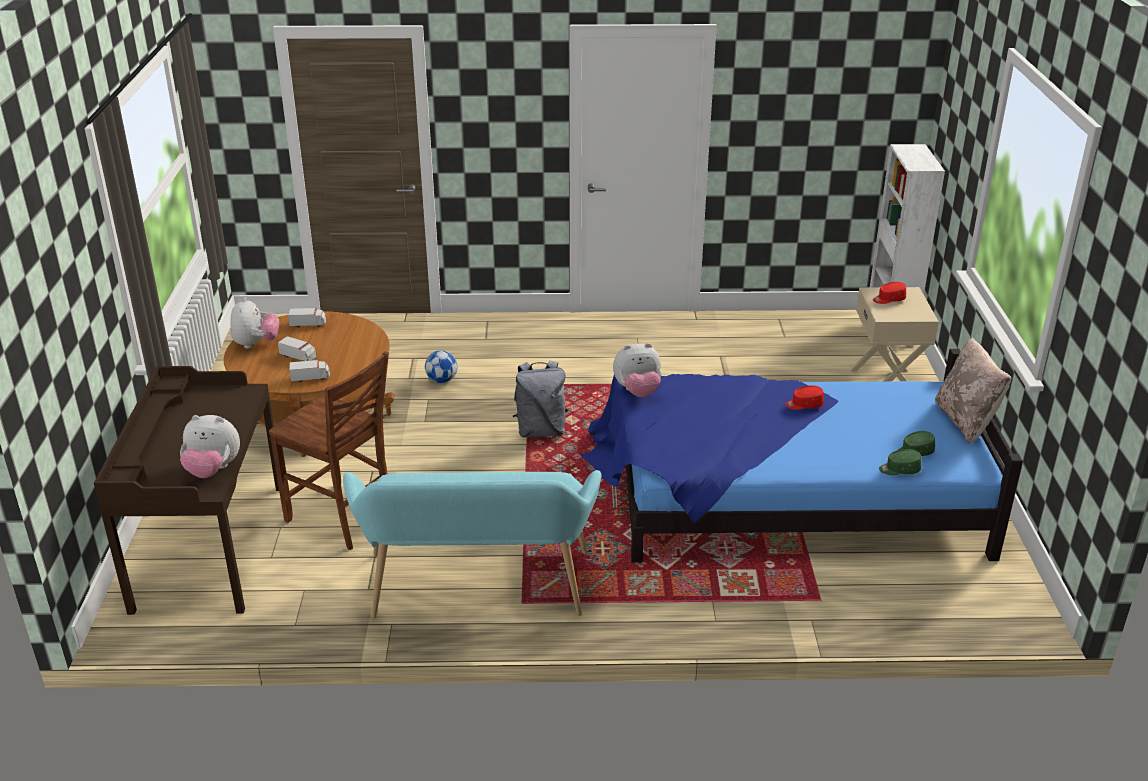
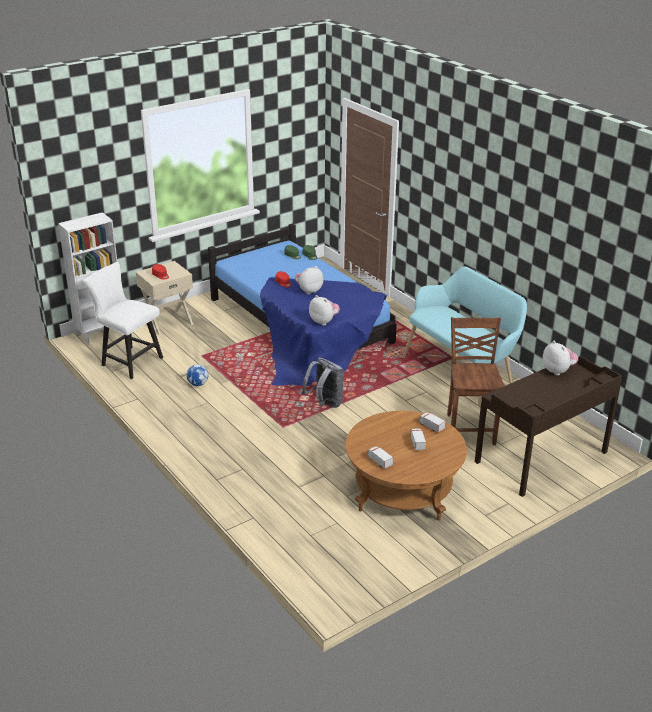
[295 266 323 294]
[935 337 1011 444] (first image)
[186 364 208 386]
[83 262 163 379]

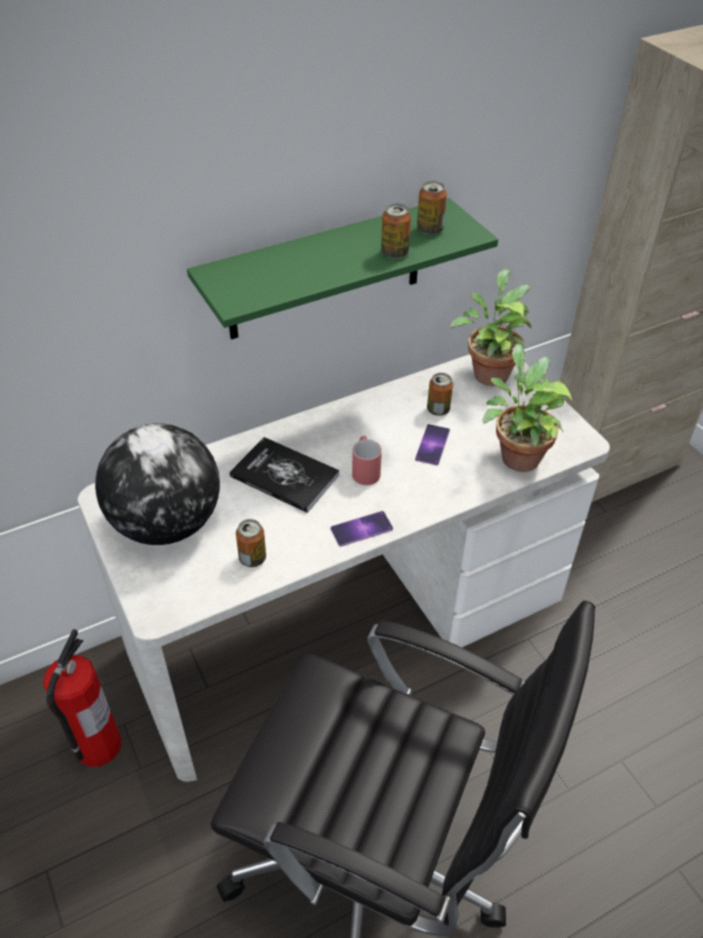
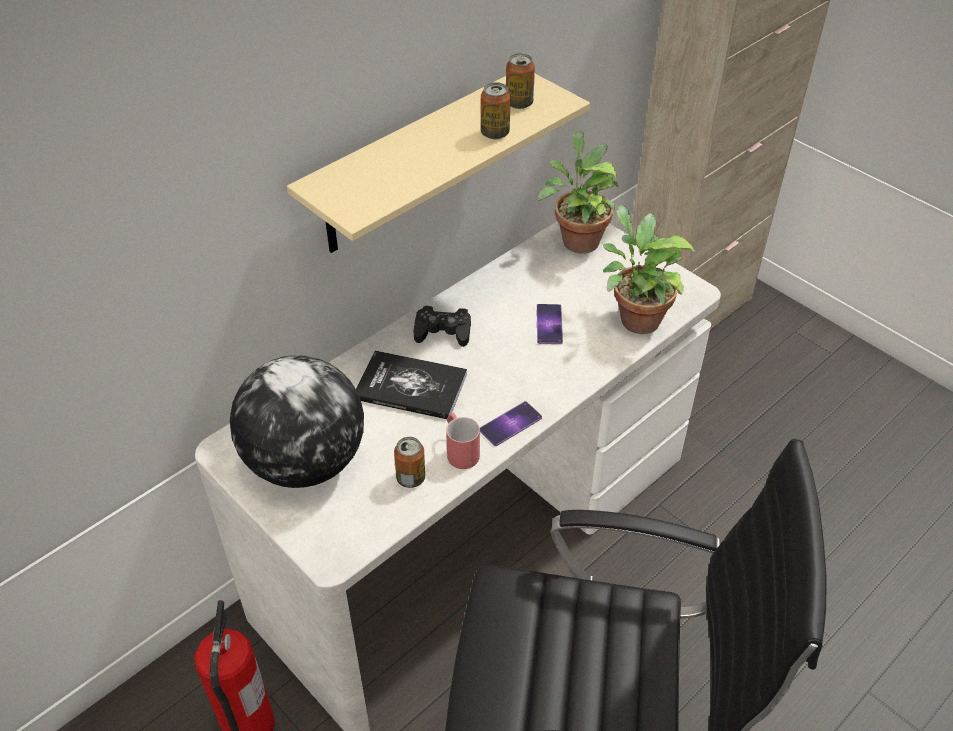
[287 74 590 253]
[427 373 453 416] (first image)
[446 413 480 469]
[413 306 471 347]

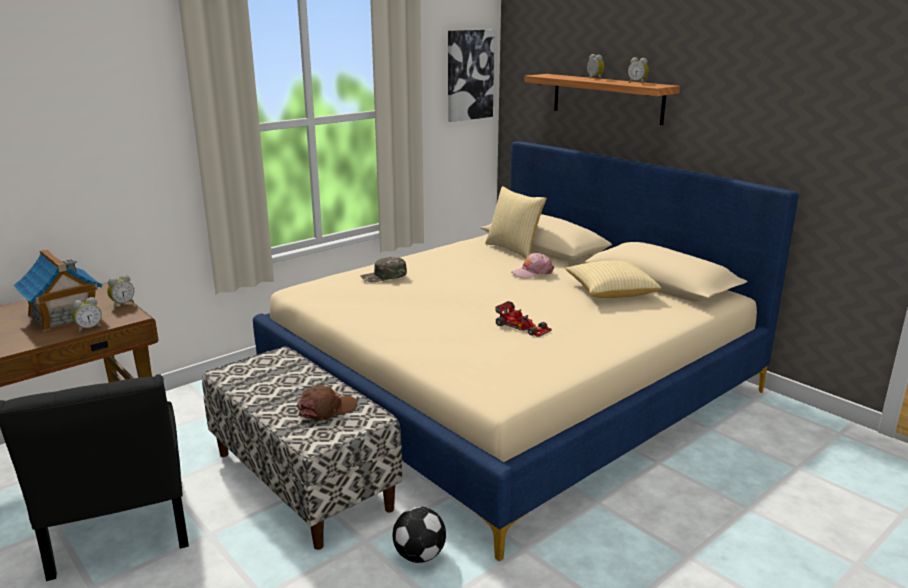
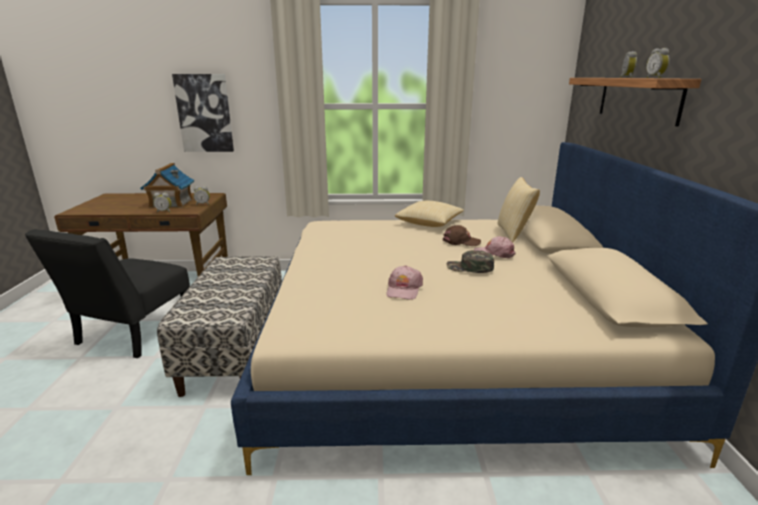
[172 74 234 152]
[447 250 494 273]
[395 201 464 227]
[386 265 423 300]
[443 225 481 246]
[393 506 446 563] (first image)

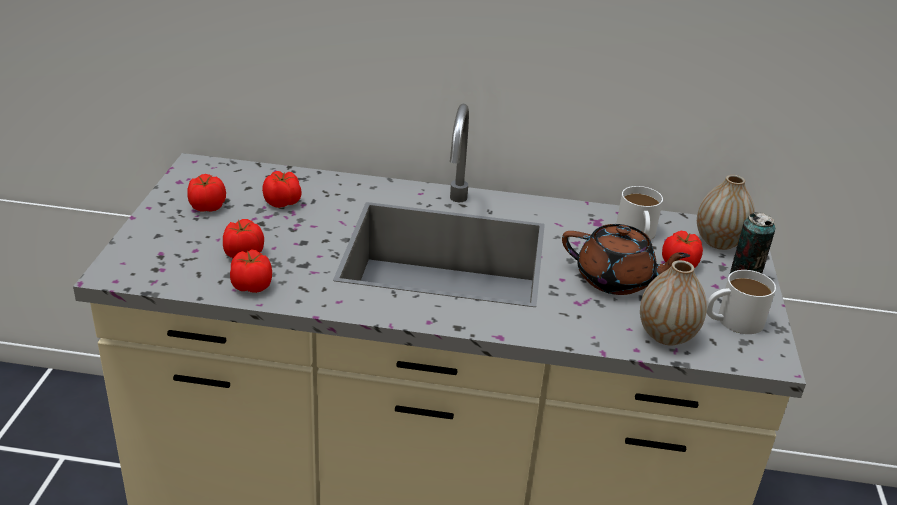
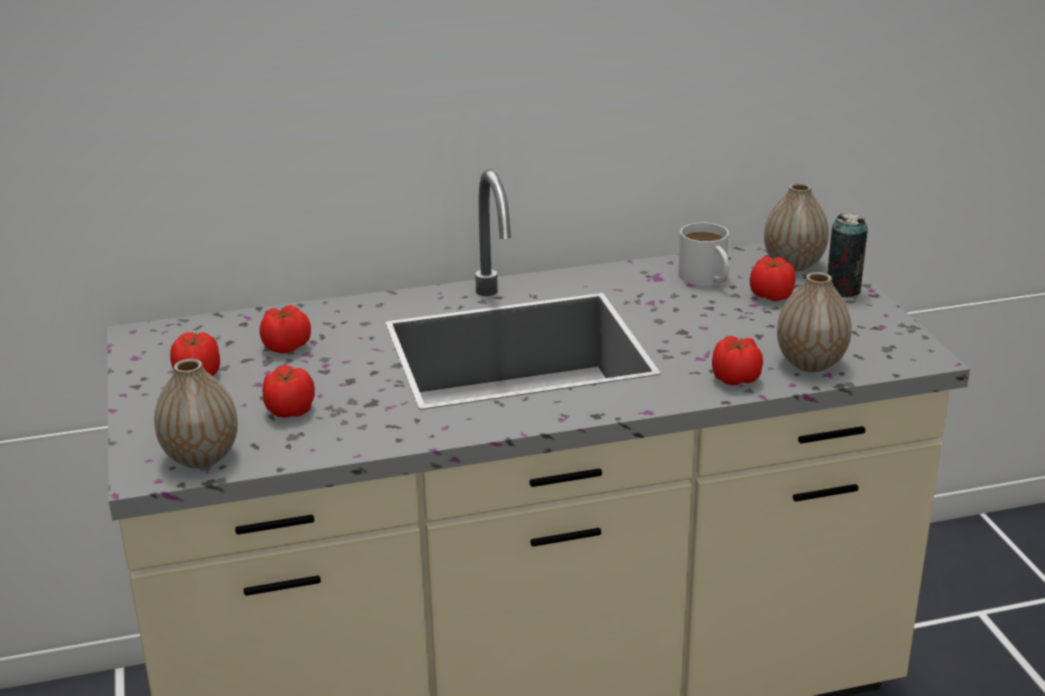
[562 224 690 295] (first image)
[712 336 763 385]
[706 270 776 334] (first image)
[154 359 238 469]

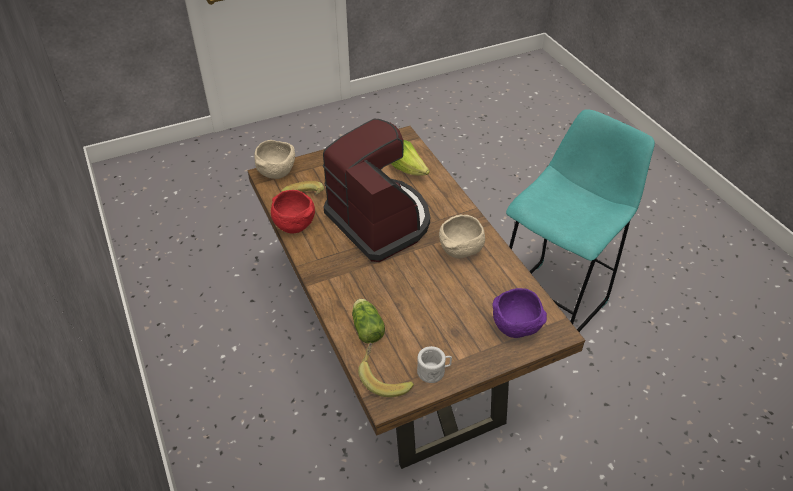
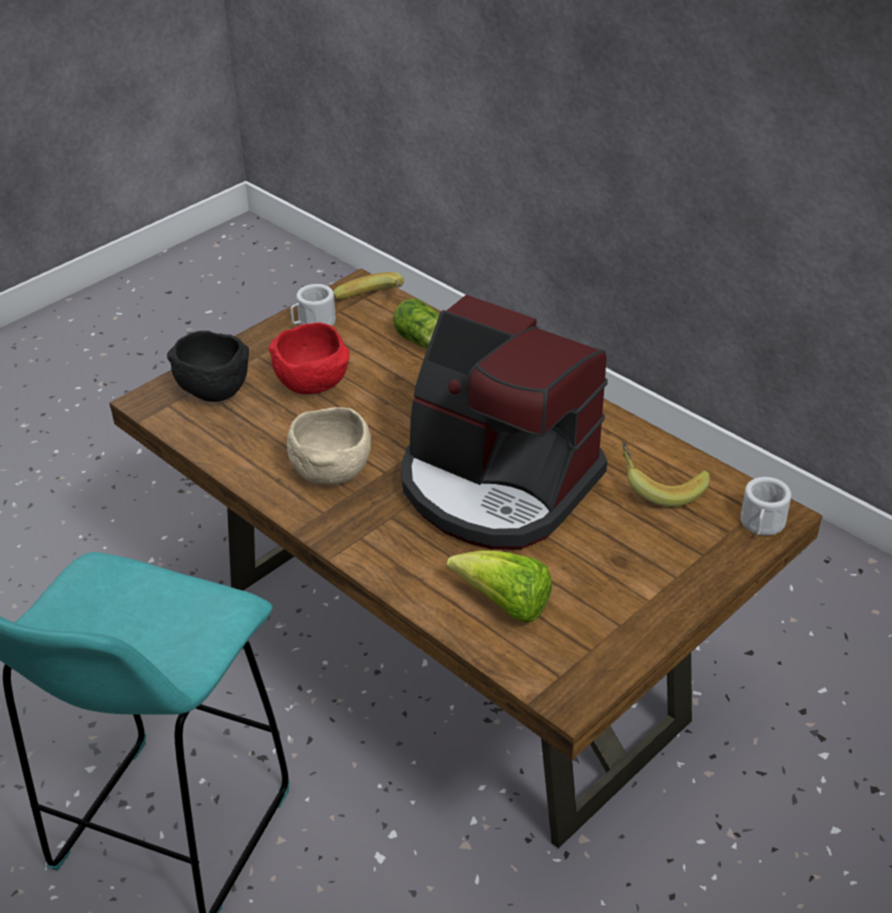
[741 477 791 536]
[269 322 349 394]
[167 331 249 402]

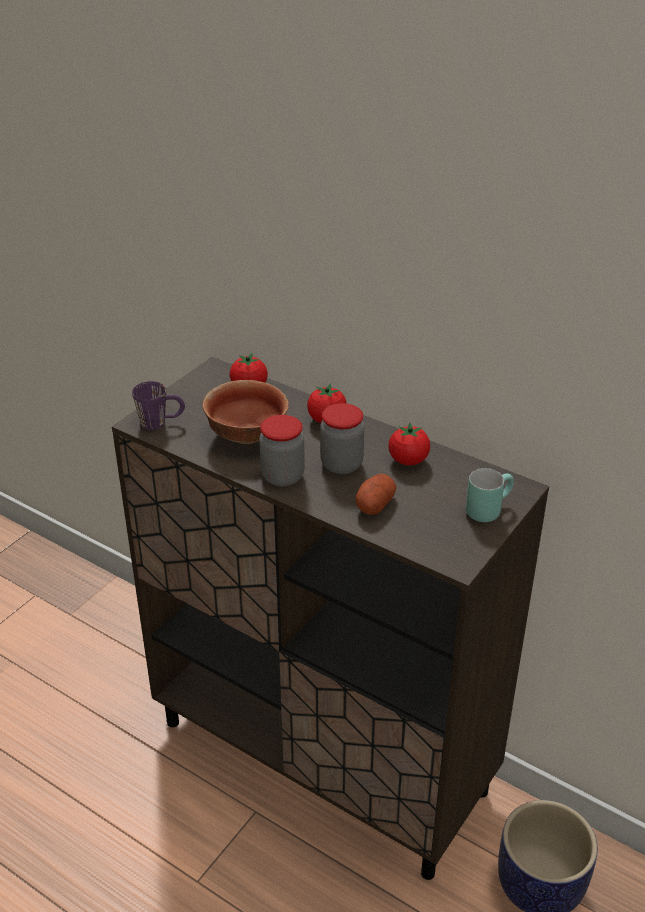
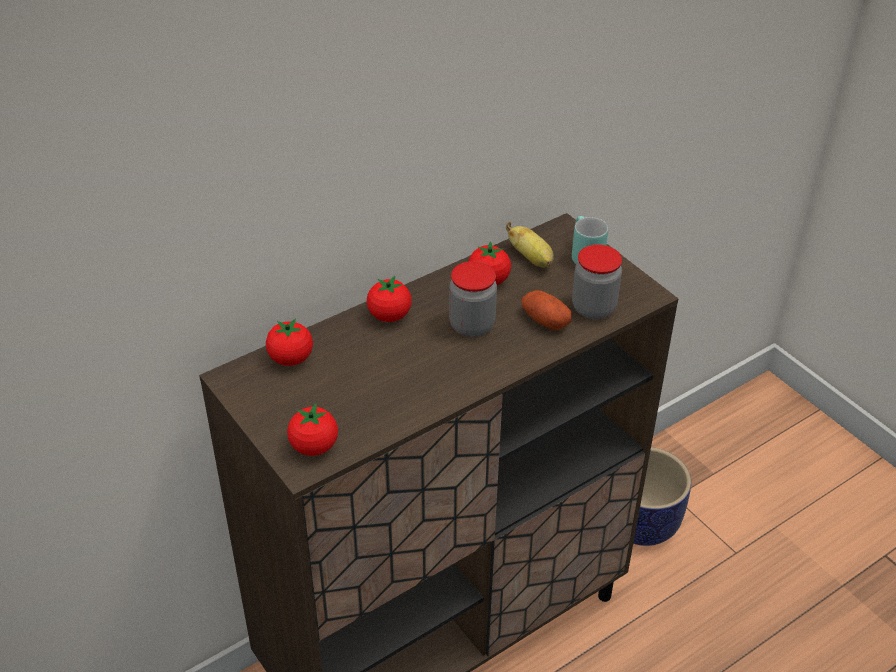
[203 380 289 444] (first image)
[287 403 338 456]
[572 244 622 319]
[506 222 554 267]

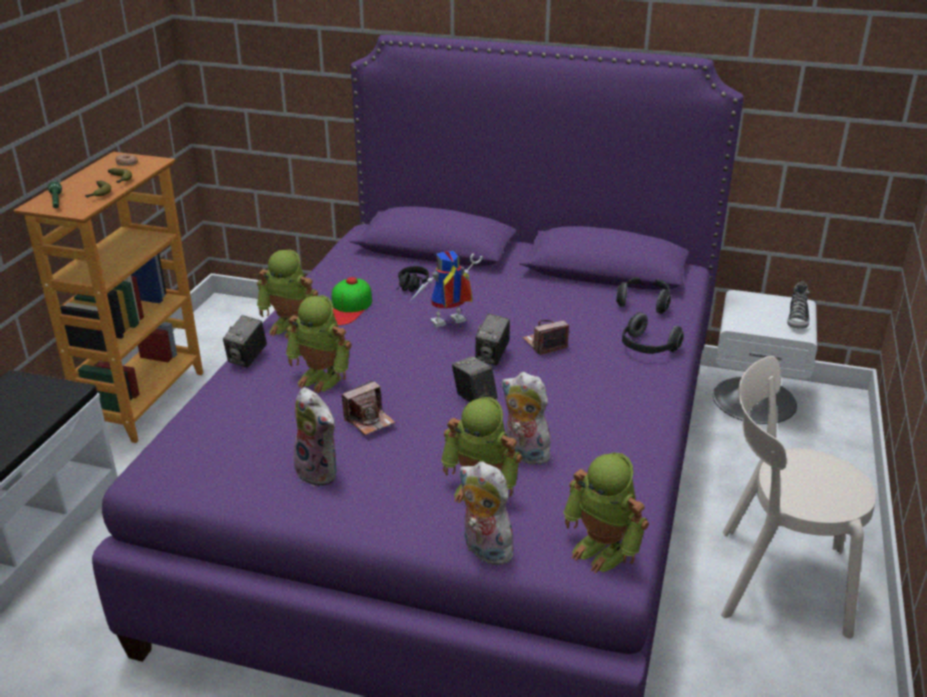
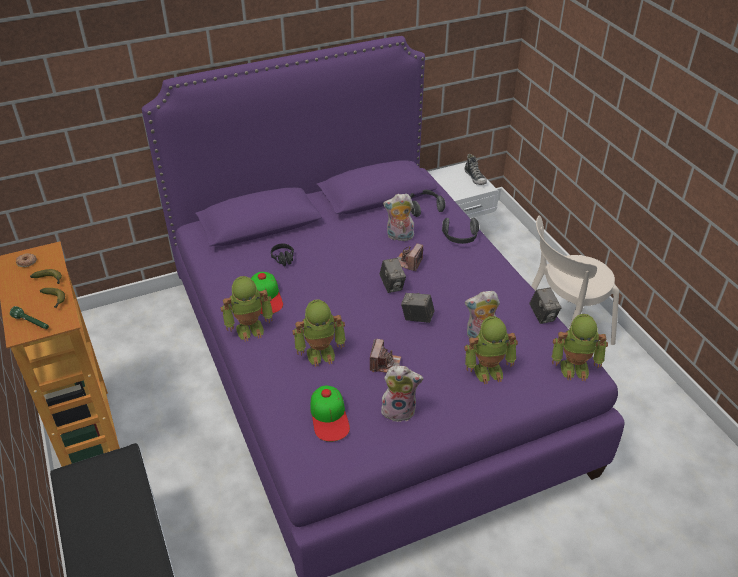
[409 251 482 327] (first image)
[529 288 562 324]
[383 193 414 241]
[310 385 350 442]

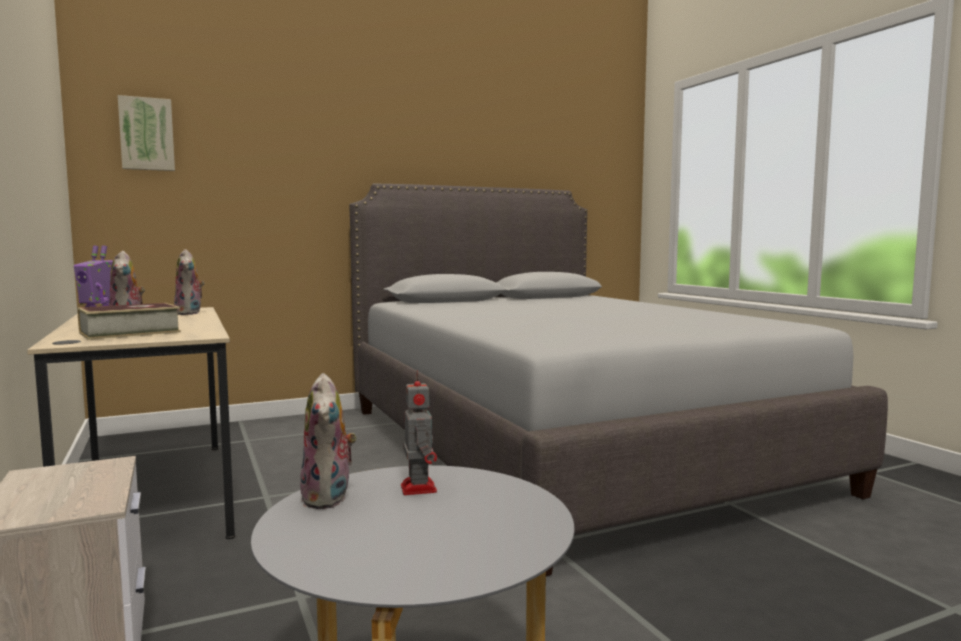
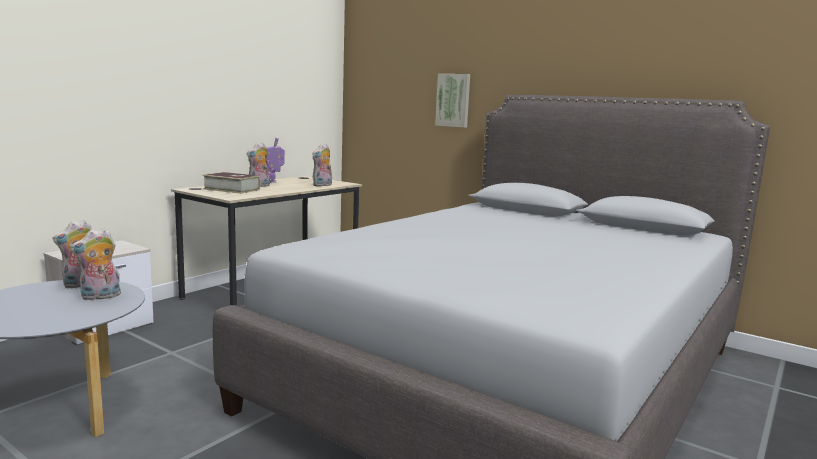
[435 74 470 128]
[70 228 122 301]

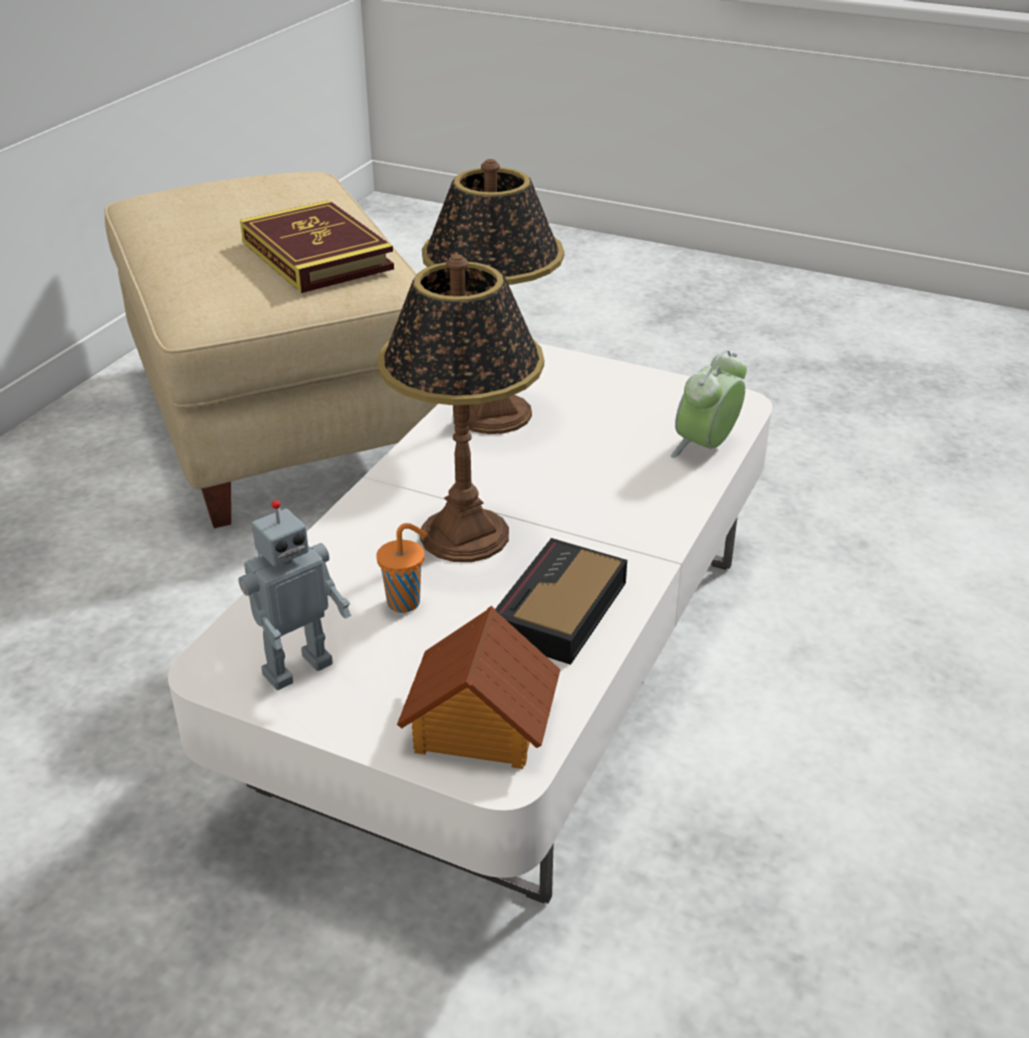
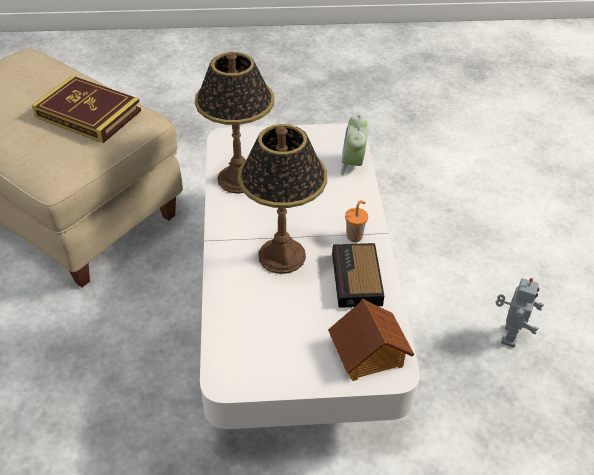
[496 278 544 348]
[345 200 368 242]

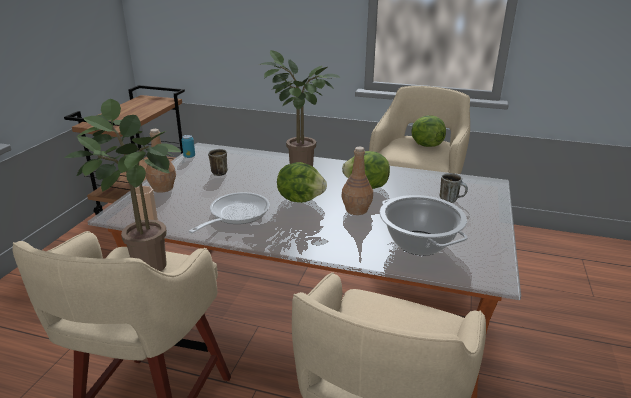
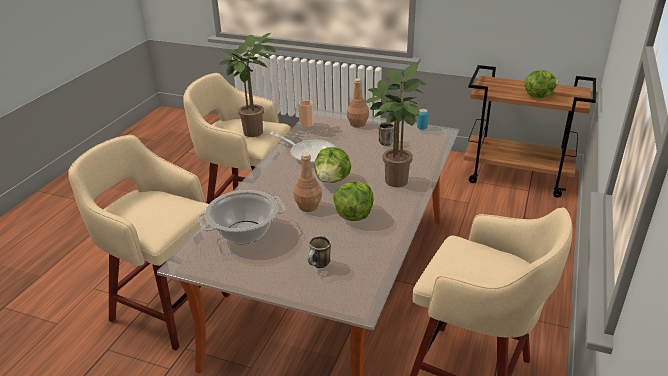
[525 70 558 98]

